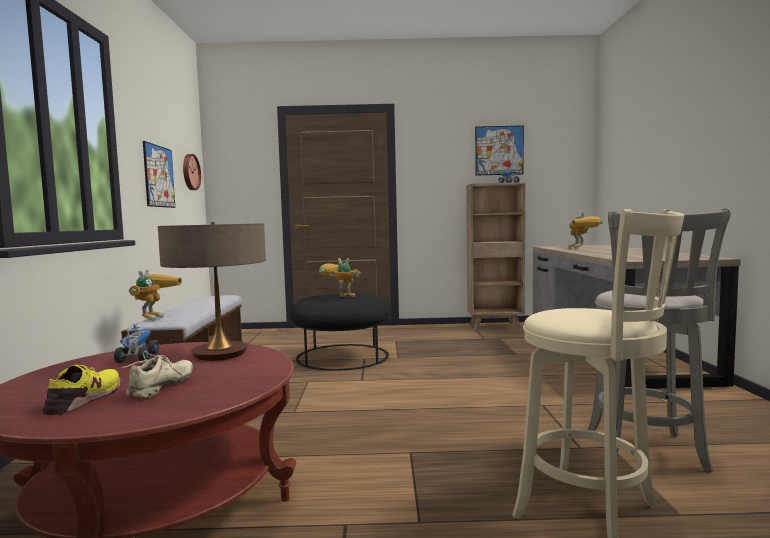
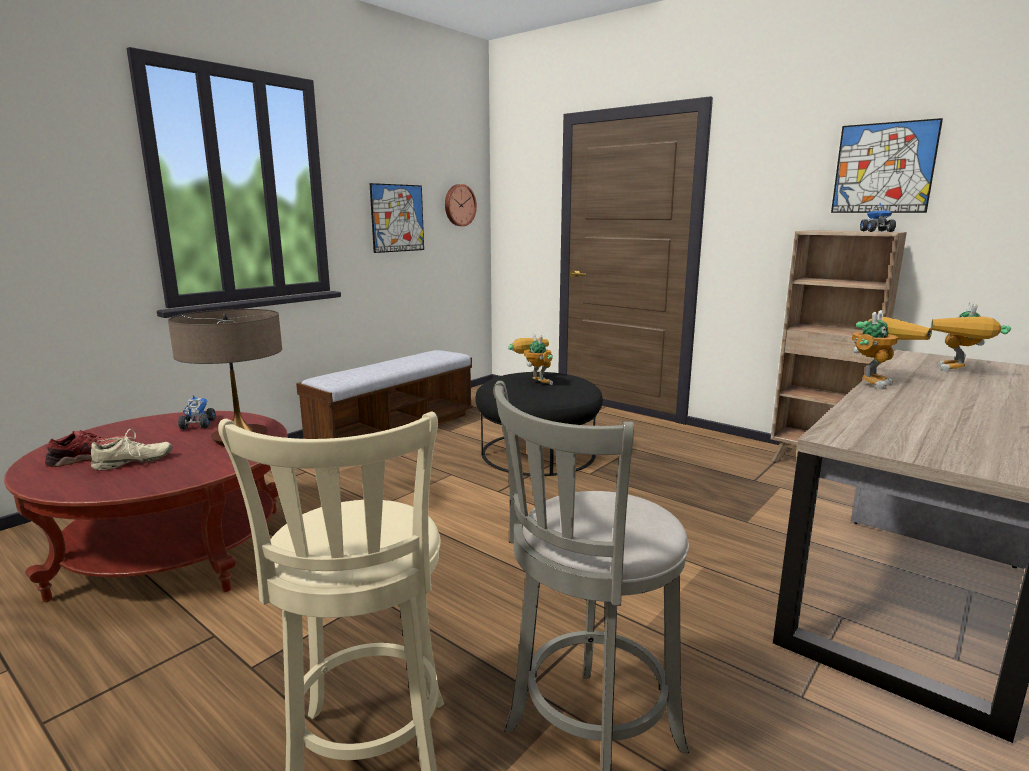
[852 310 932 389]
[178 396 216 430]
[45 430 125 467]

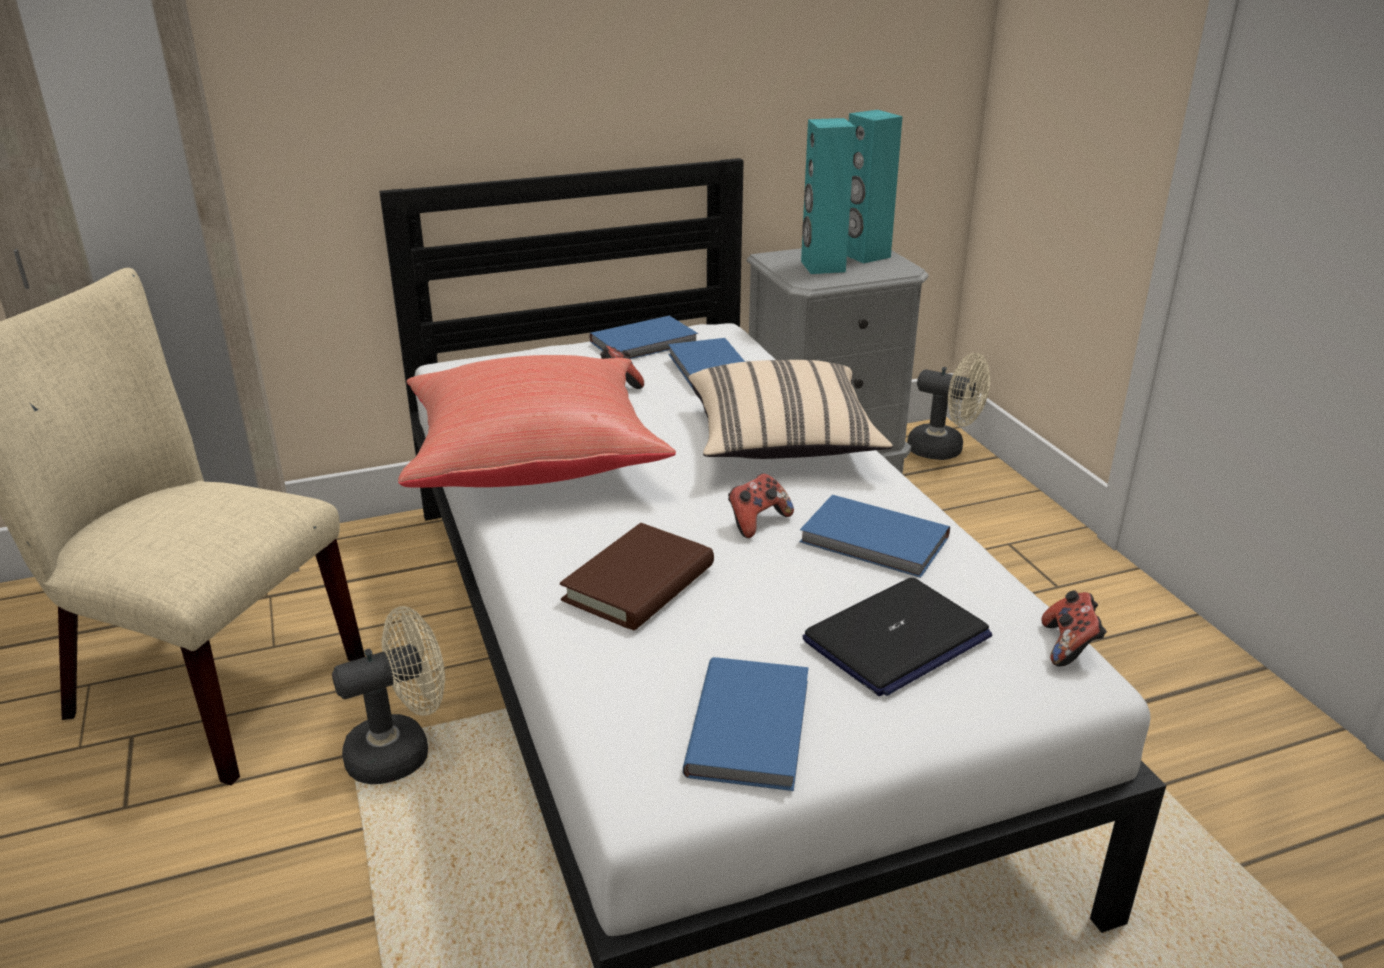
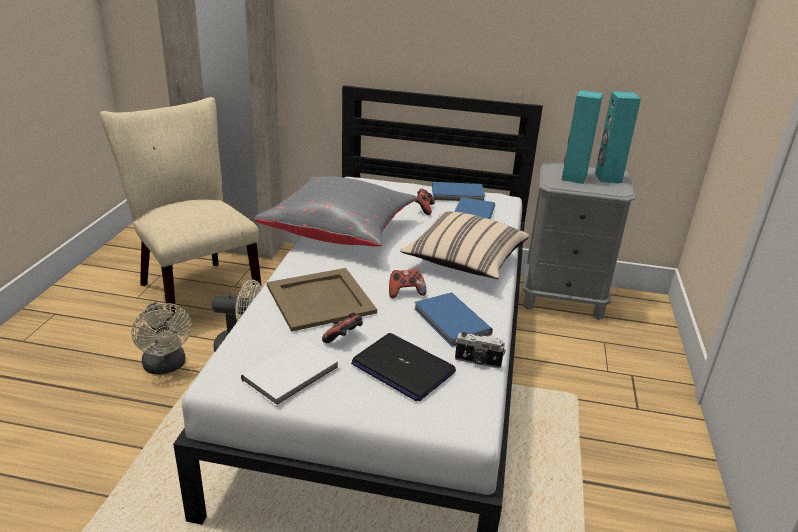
[131 303 192 375]
[254 176 418 247]
[267 268 377 332]
[351 333 456 401]
[322 312 363 343]
[241 339 340 407]
[455 332 506 368]

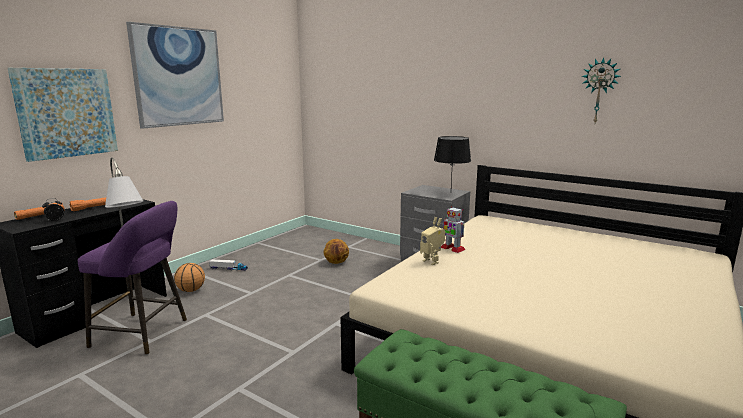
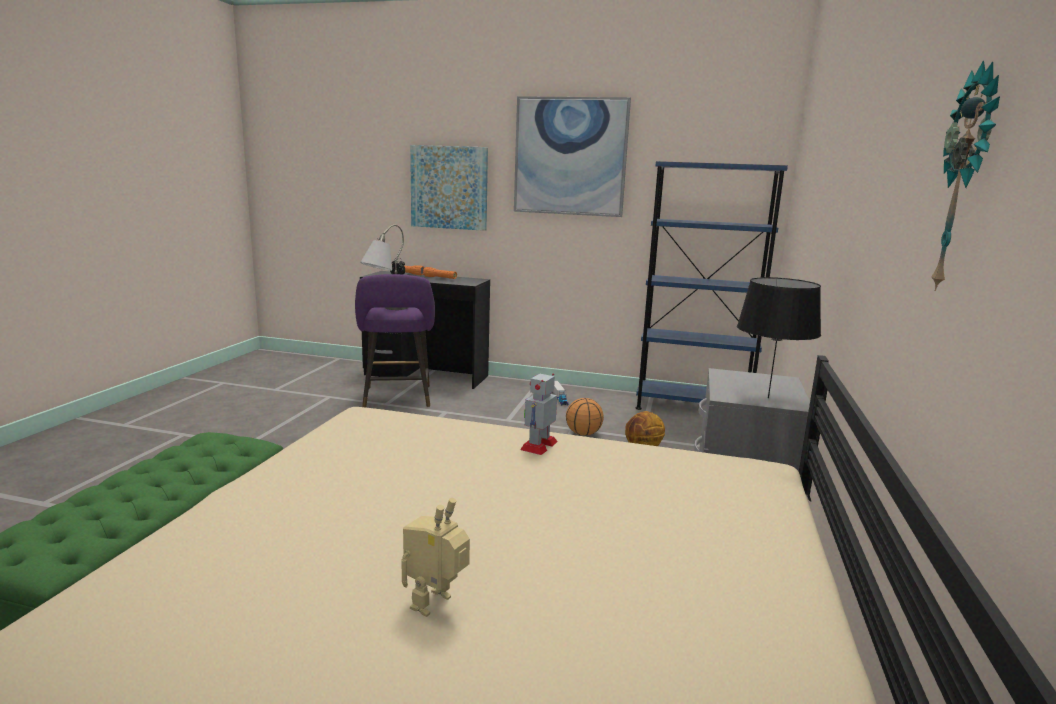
[401 498 470 617]
[566 398 604 436]
[636 161 788 410]

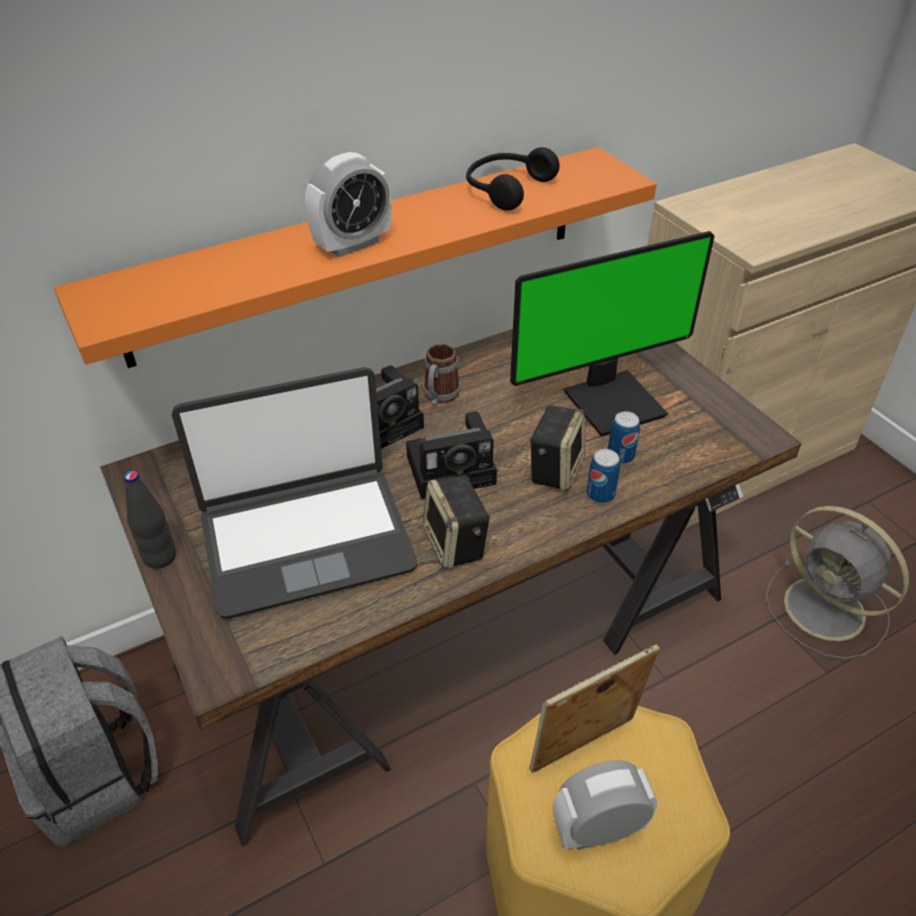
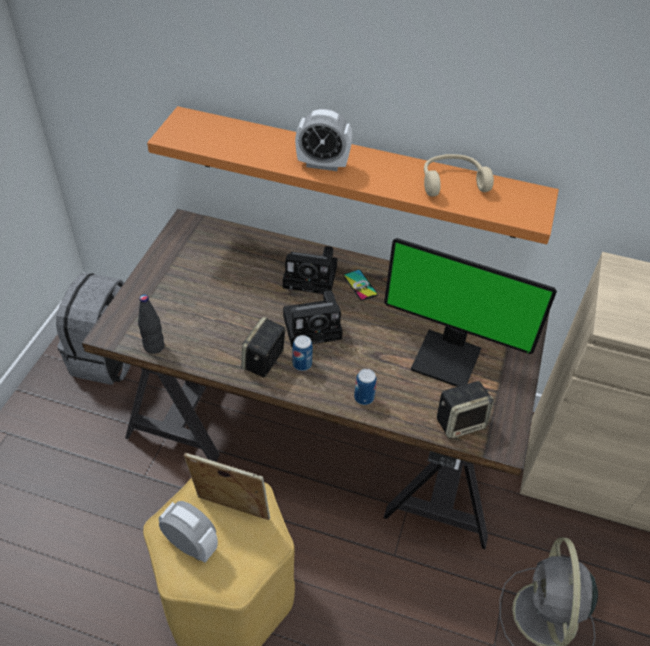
[424 154 494 196]
[343 270 378 301]
[172 367 417 619] (first image)
[437 381 494 439]
[283 291 343 347]
[293 335 313 371]
[138 294 164 354]

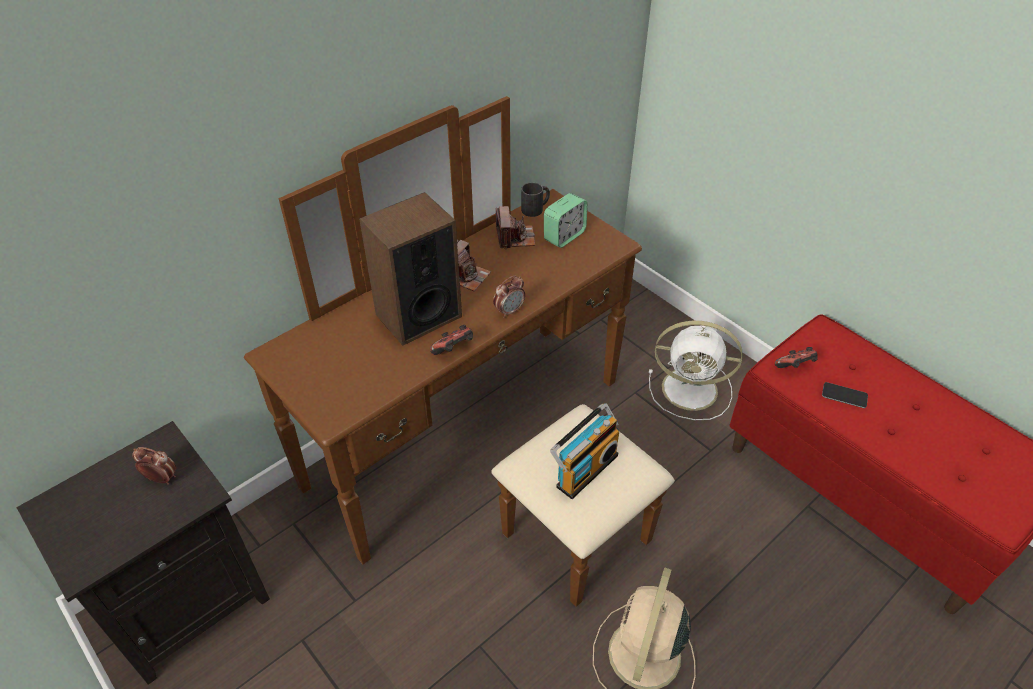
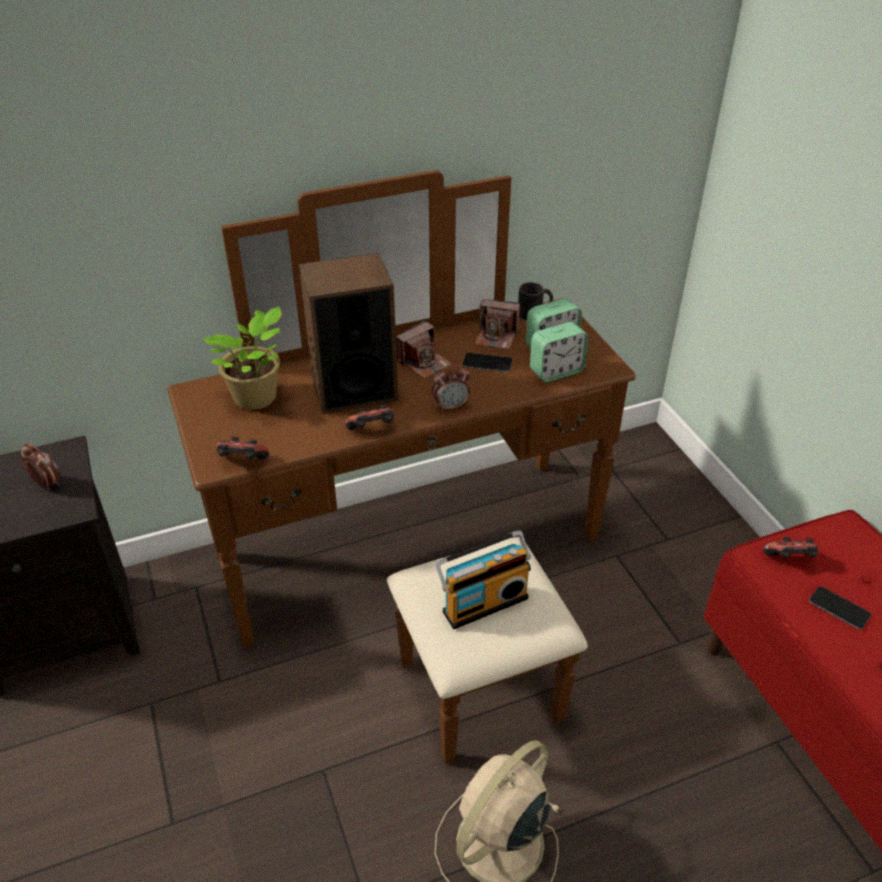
[474 299 520 350]
[649 321 742 420] (first image)
[202 306 281 410]
[530 322 588 382]
[463 353 512 372]
[216 437 269 459]

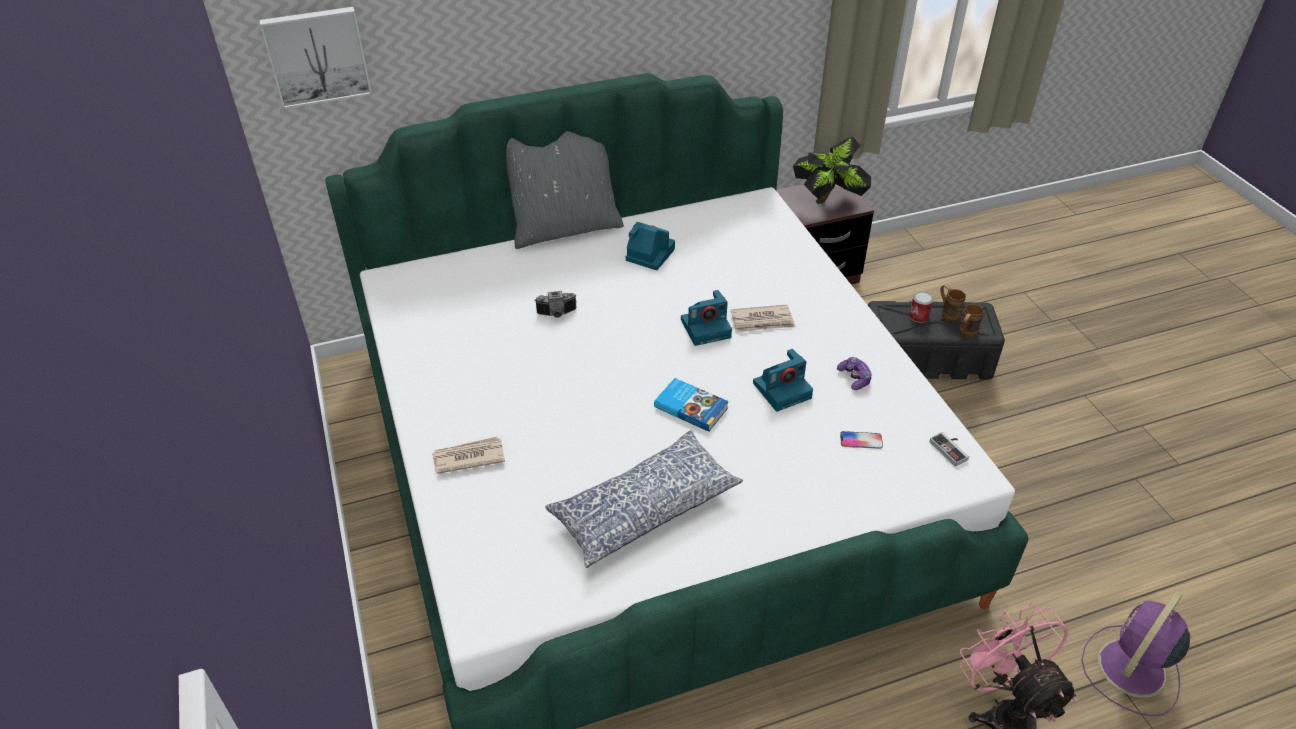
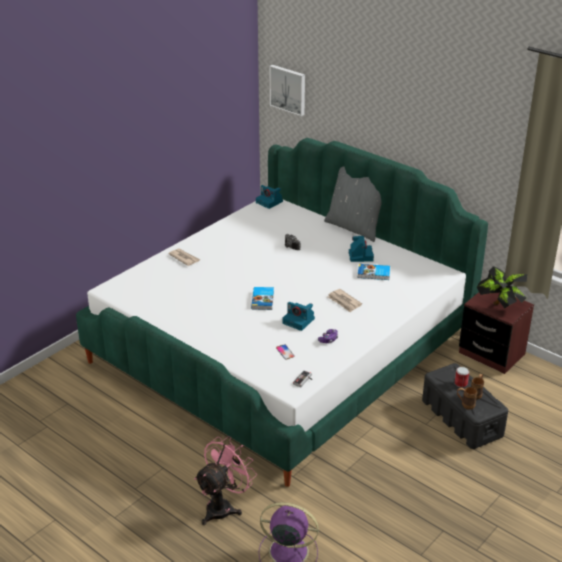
[256 185 283 209]
[545 431 743 568] (first image)
[358 264 390 280]

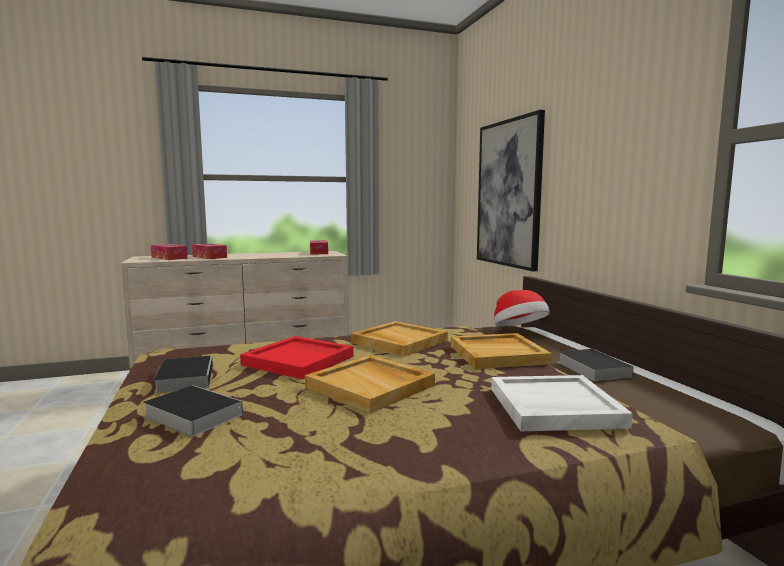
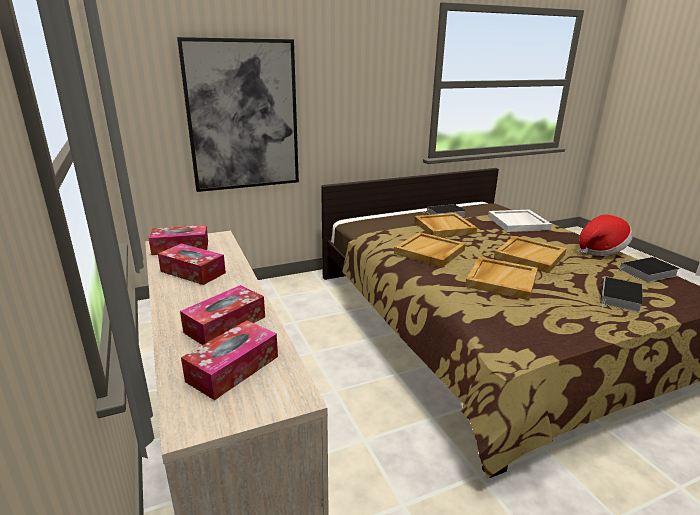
[579 215 633 256]
[465 257 538 300]
[615 257 680 283]
[158 243 226 285]

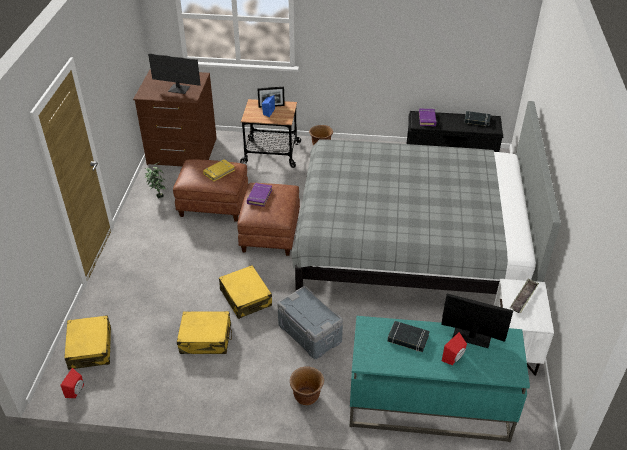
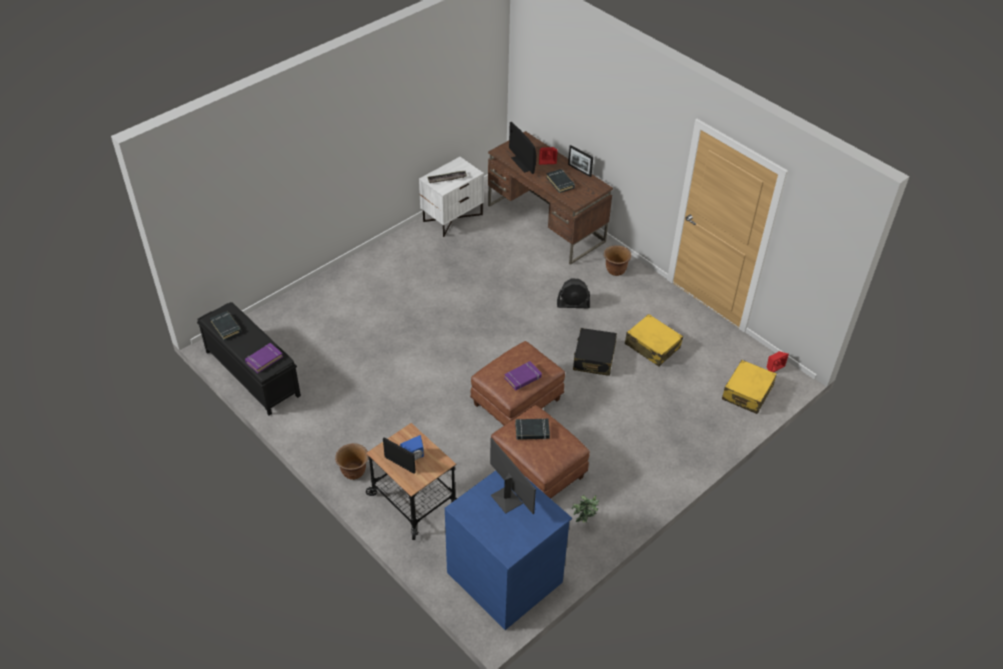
[444 470 572 630]
[291 101 561 294] (first image)
[515 419 550 440]
[573 328 617 376]
[557 279 590 308]
[488 131 613 265]
[568 145 593 177]

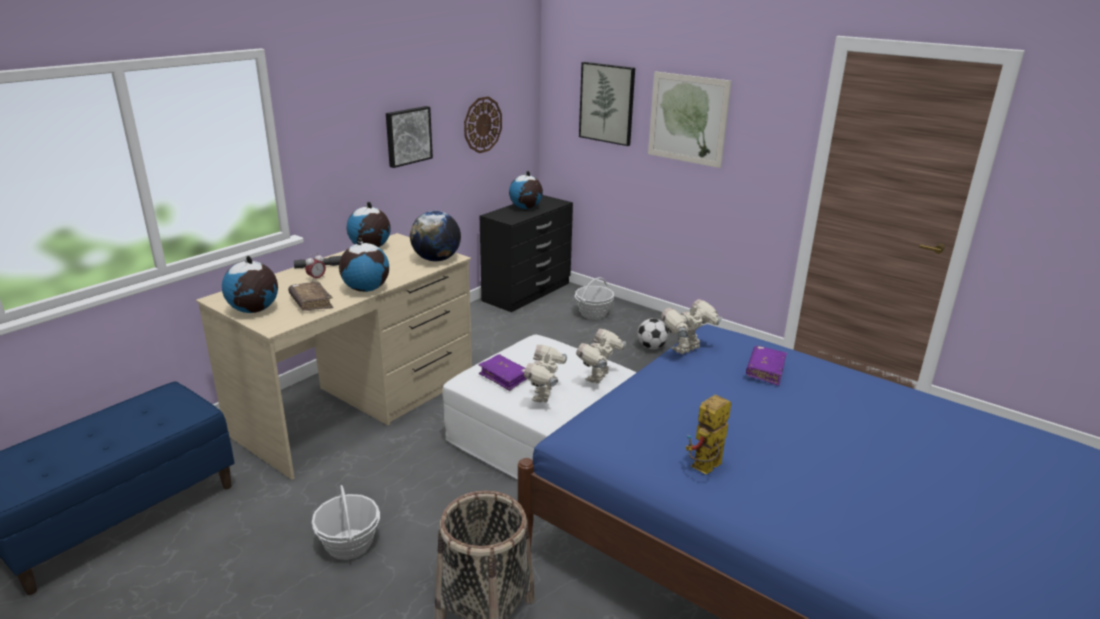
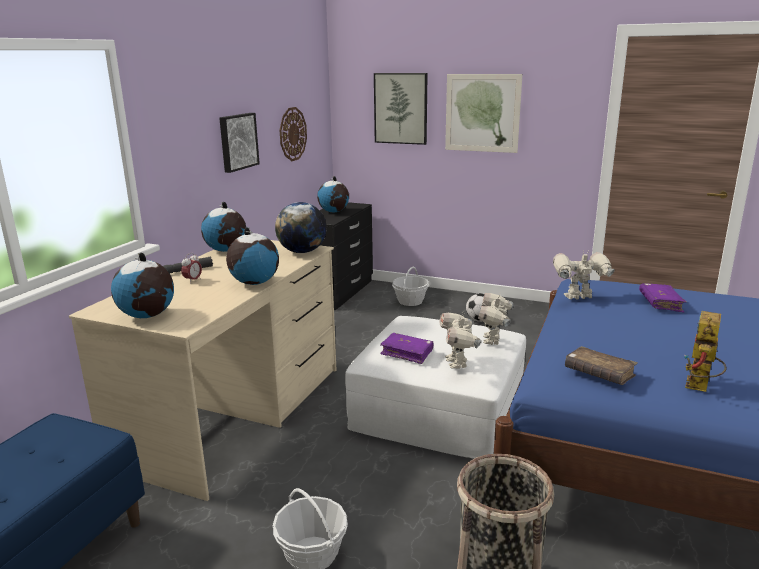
[565 346 638 385]
[553 251 615 300]

